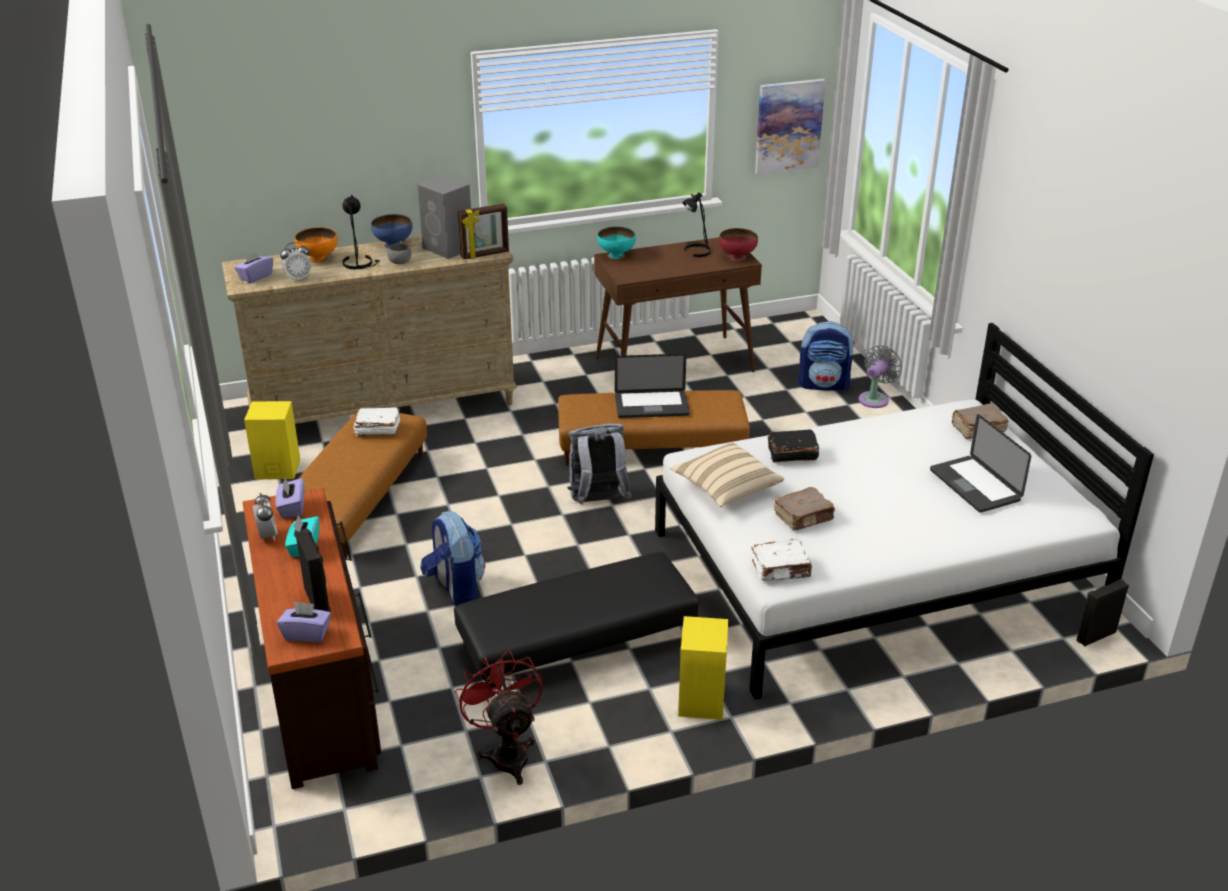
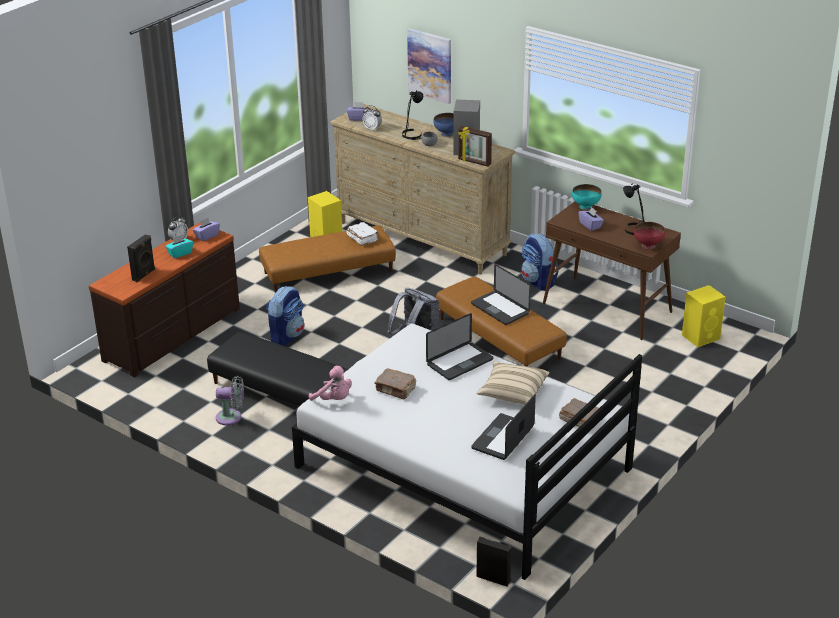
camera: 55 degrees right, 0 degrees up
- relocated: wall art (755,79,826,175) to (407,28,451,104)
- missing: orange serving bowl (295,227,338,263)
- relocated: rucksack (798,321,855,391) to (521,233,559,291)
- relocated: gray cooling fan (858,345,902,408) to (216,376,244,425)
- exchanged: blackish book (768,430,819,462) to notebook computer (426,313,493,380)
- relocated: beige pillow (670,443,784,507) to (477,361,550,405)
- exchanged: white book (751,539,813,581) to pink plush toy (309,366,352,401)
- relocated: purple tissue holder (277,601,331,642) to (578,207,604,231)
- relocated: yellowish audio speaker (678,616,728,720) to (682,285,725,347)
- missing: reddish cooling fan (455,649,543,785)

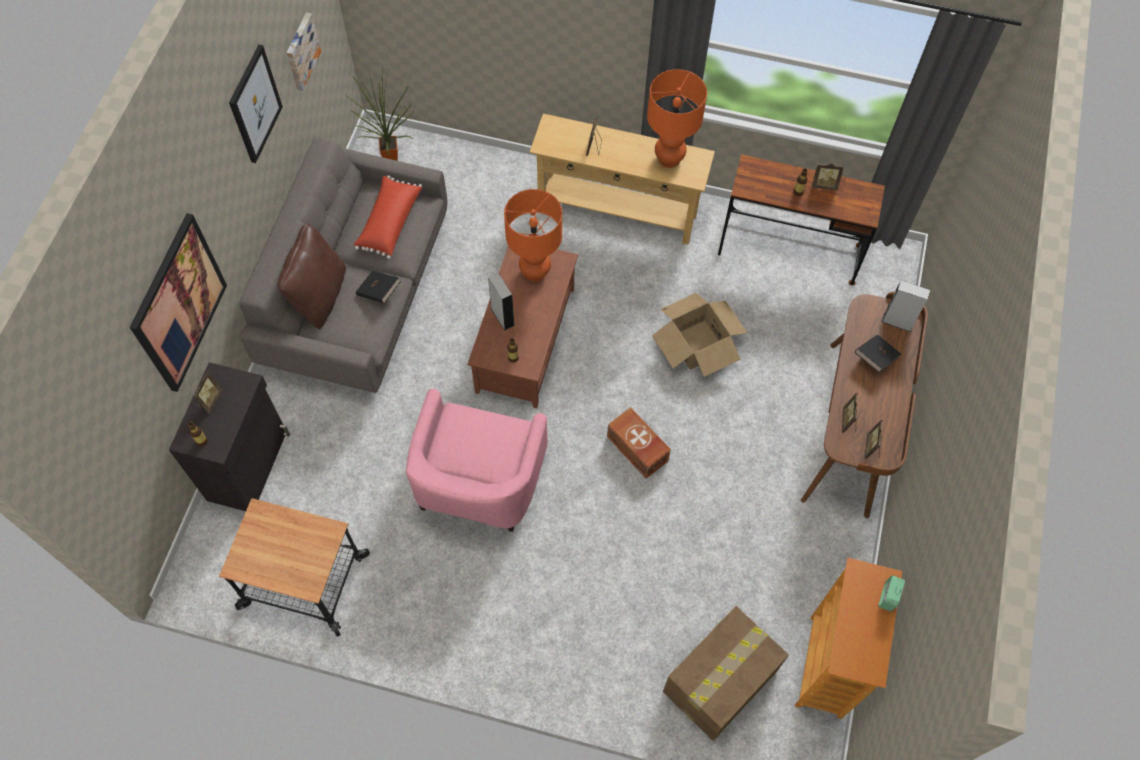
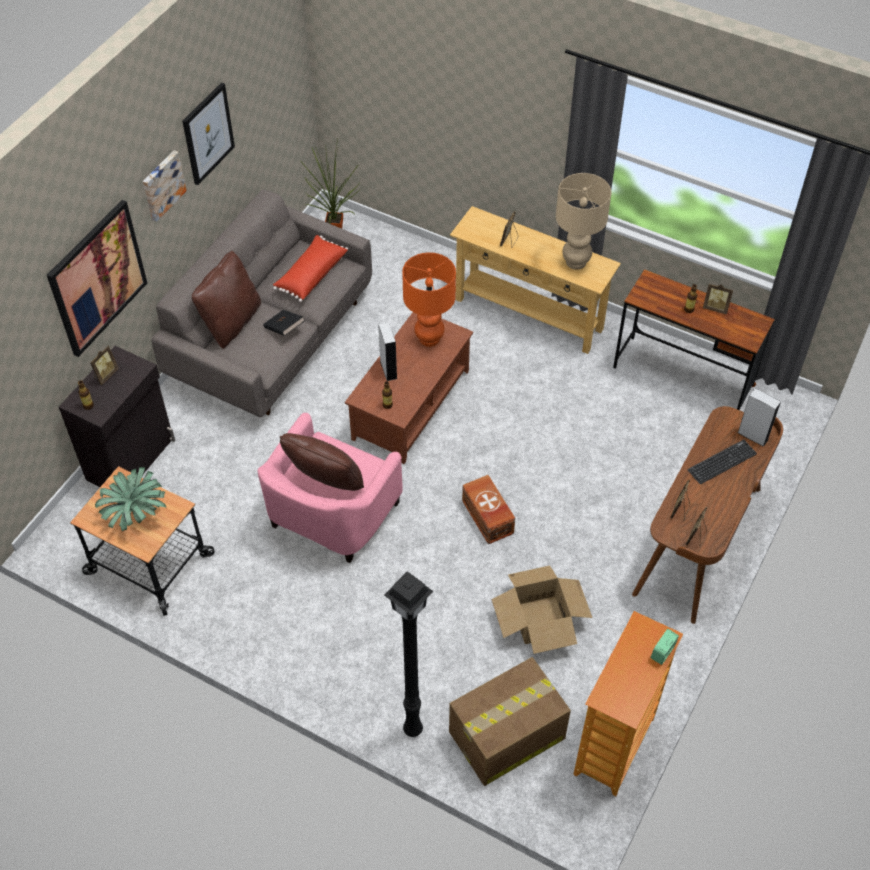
camera: 15 degrees right, 10 degrees down
- relocated: wall art (287,13,321,91) to (143,150,187,222)
- colour: orange table lamp (647,69,707,168) to beige table lamp (556,173,611,270)
- relocated: cardboard box (652,293,747,377) to (491,566,592,654)
- exchanged: blackish book (855,335,901,373) to keyboard (688,440,757,484)
- appeared: brown-coloured pillow (280,433,364,491)
- appeared: plant in a pot (95,467,167,531)
- appeared: blackish standard lamp (384,571,433,737)

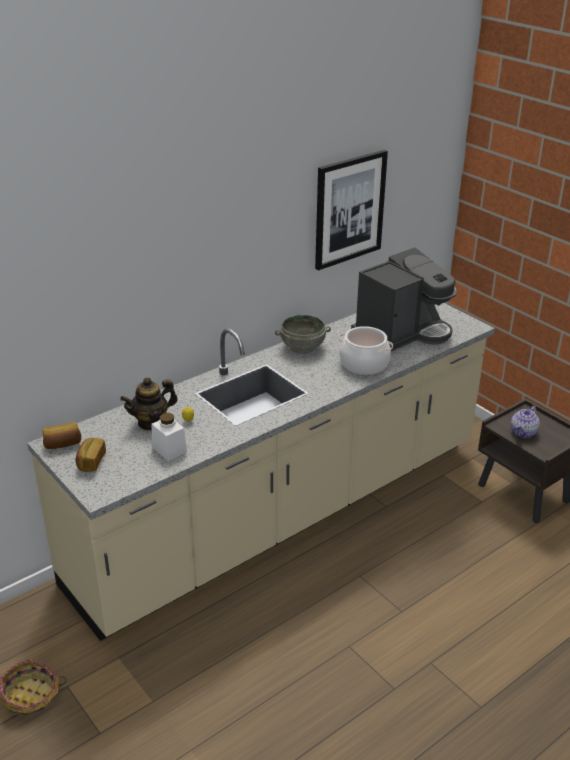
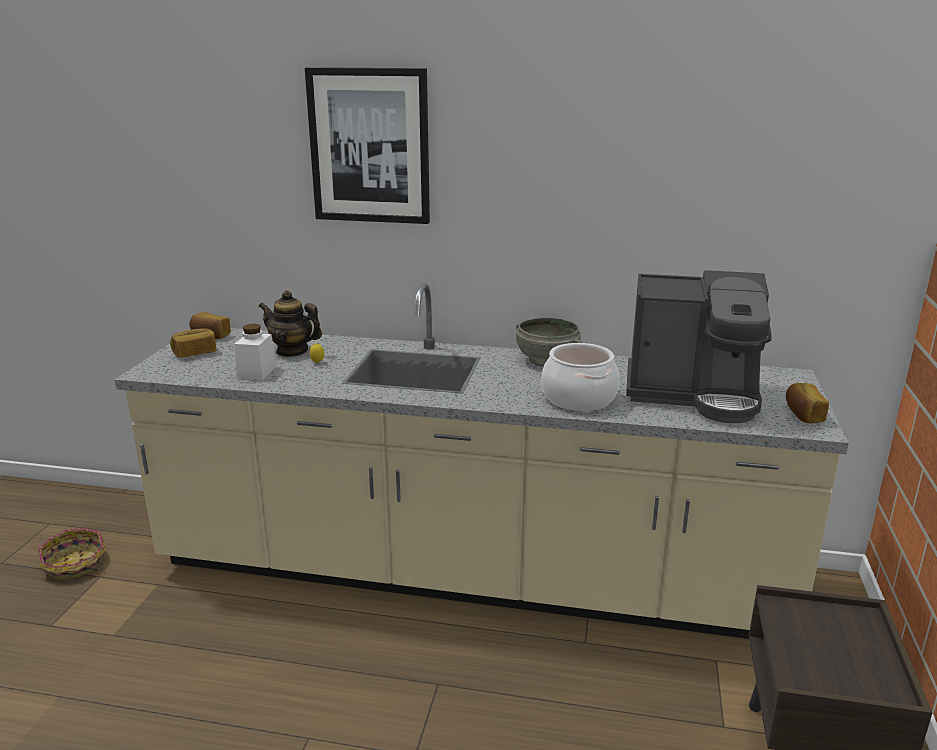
camera: 50 degrees right, 10 degrees down
- relocated: wall art (315,150,388,271) to (305,67,430,224)
- missing: pot for tea (511,406,540,438)
- appeared: bread (786,383,829,423)

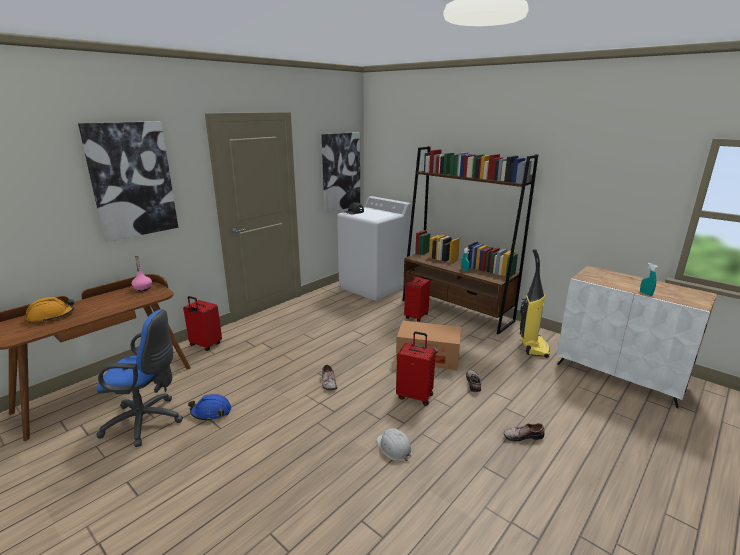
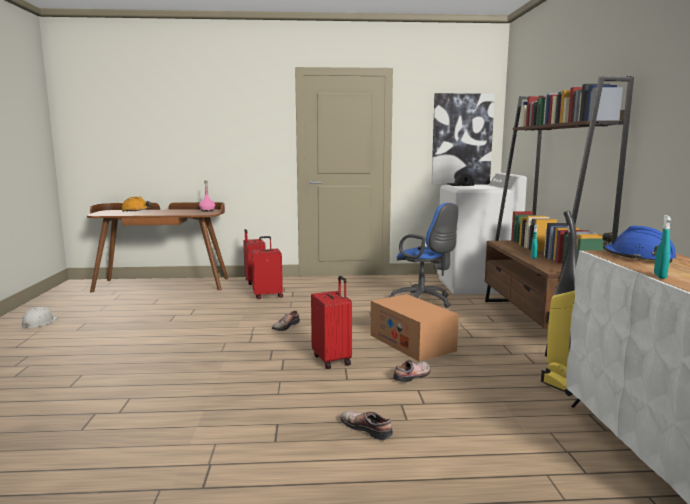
camera: 45 degrees right, 10 degrees down
- missing: wall art (78,121,178,242)
- relocated: reddish suitcase (404,269,430,322) to (251,236,283,299)
- relocated: blue computer chair (96,309,183,447) to (388,203,458,308)
- relocated: blue safety helmet (188,394,231,421) to (602,226,676,263)
- relocated: white safety helmet (376,428,412,461) to (21,307,58,328)

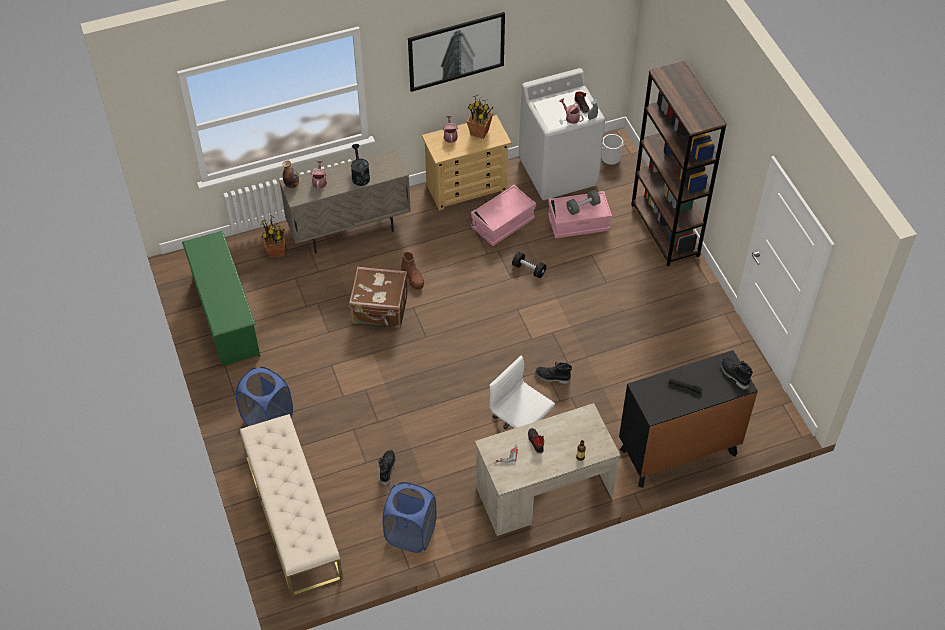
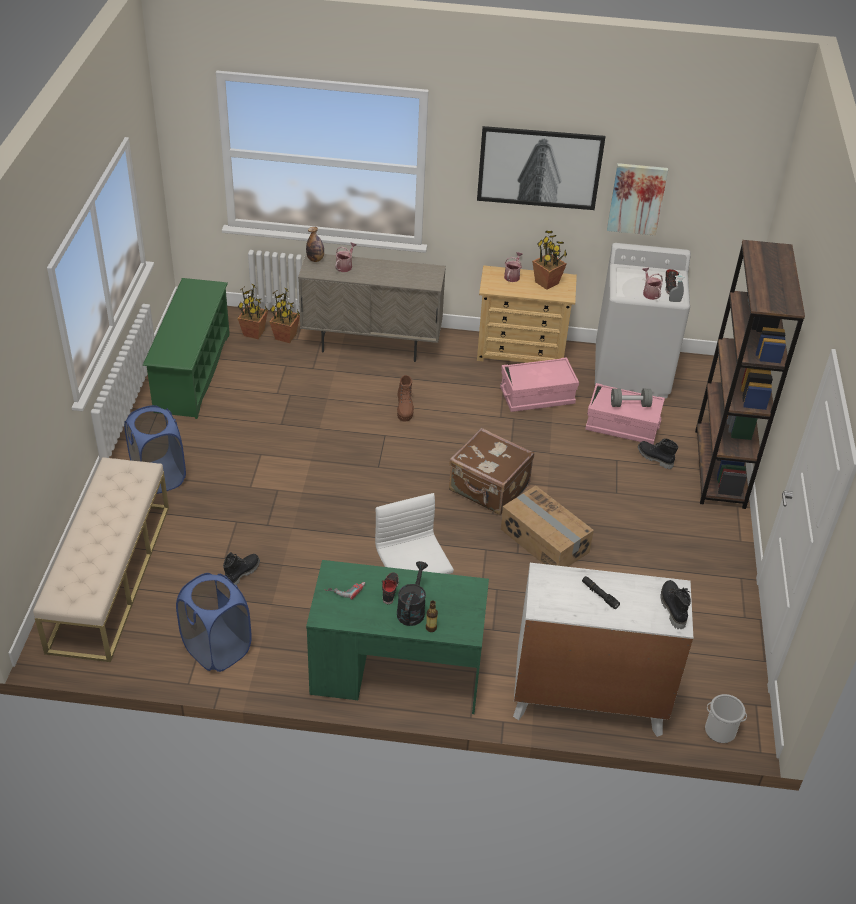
camera: 25 degrees right, 10 degrees down
- relocated: water bucket (601,134,625,165) to (705,694,747,743)
- relocated: blackish watering can (351,144,370,186) to (397,561,428,626)
- missing: blackish hand weight (512,252,547,278)
- relocated: brown-coloured suitcase (349,267,408,328) to (449,428,534,515)
- colour: blackish dresser (619,350,758,488) to white dresser (513,563,693,737)
- relocated: blackish tall boot (535,362,572,384) to (638,438,678,469)
- colour: beige desk unit (475,403,621,536) to green-coloured desk unit (306,560,489,714)
- appeared: wall art (607,163,668,236)
- appeared: plant in a pot (238,283,268,339)
- appeared: cardboard box (501,486,594,567)

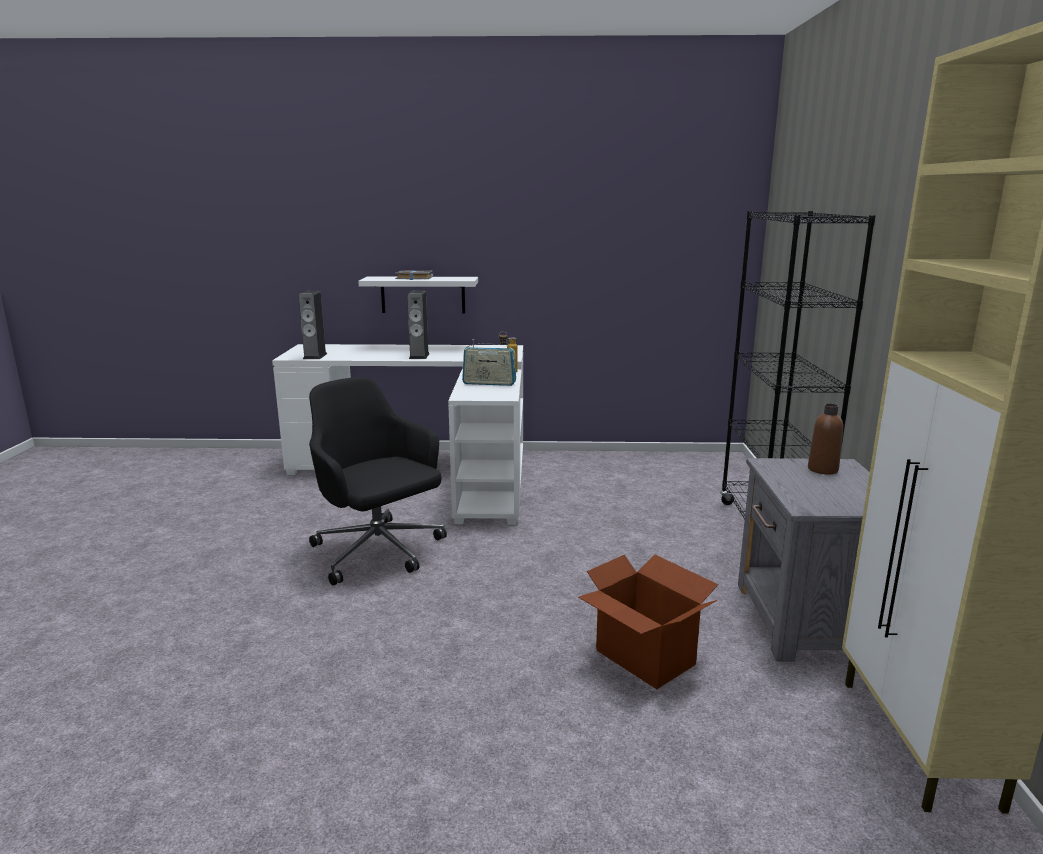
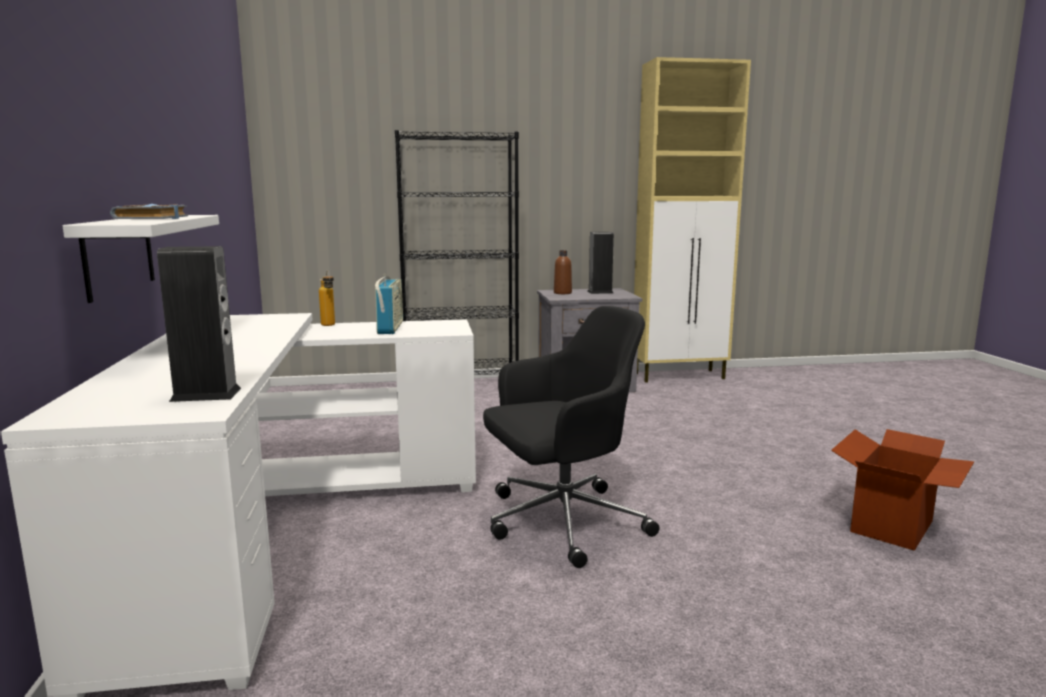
camera: 100 degrees left, 5 degrees down
- relocated: audio speaker (407,290,430,359) to (587,232,614,294)
- spun: blackish computer chair (309,377,447,585) = (483,306,659,568) 150 degrees counterclockwise
- relocated: cardboard box (578,554,718,689) to (831,429,974,551)

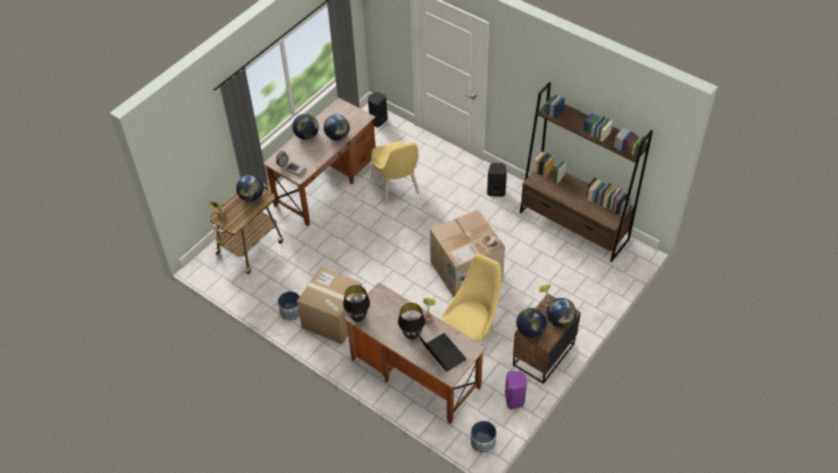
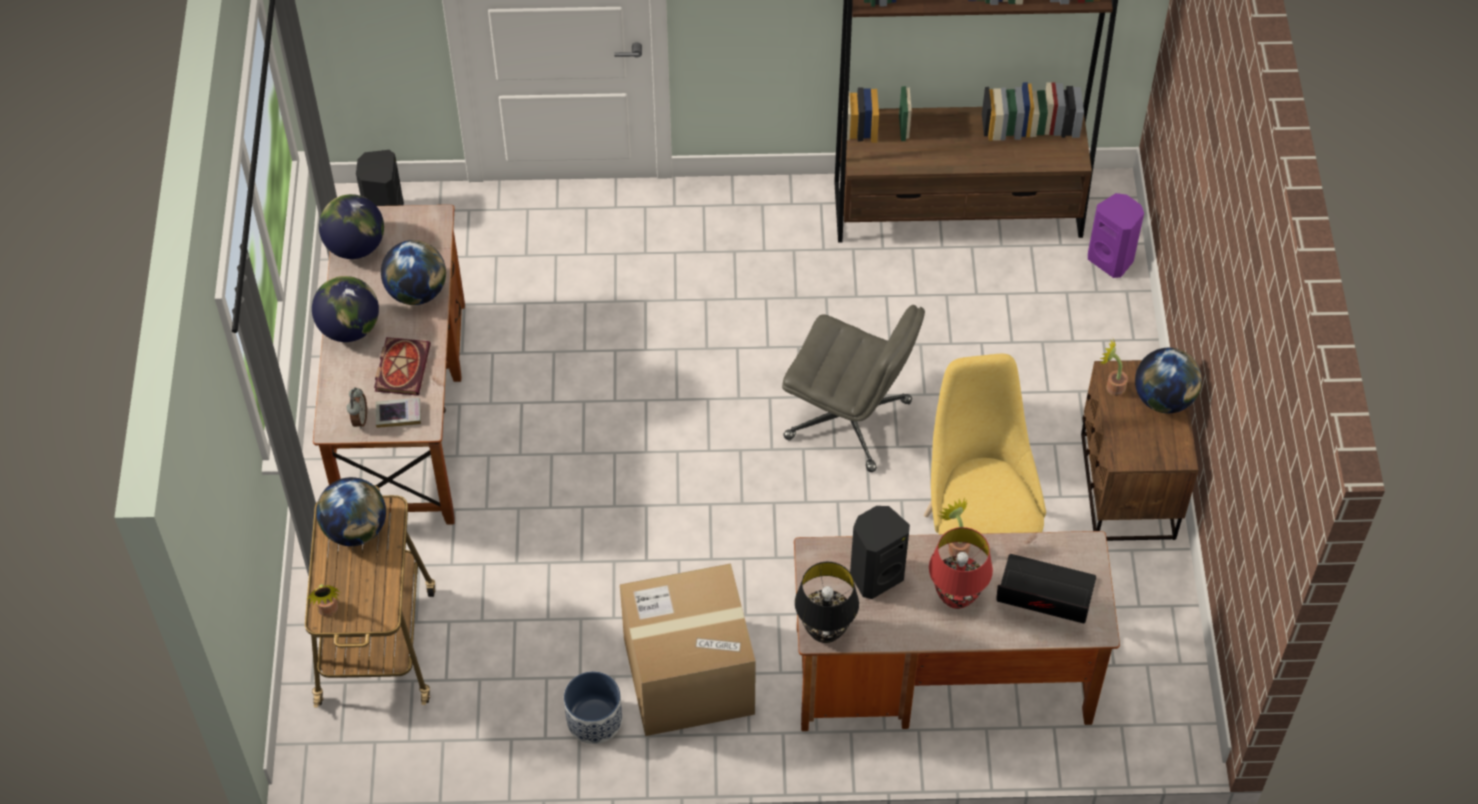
camera: 40 degrees left, 5 degrees up
- missing: yellowish upright chair (371,141,419,204)
- relocated: blackish audio speaker (487,163,507,197) to (850,506,910,599)
- exchanged: cardboard box (430,210,505,297) to gray computer chair (782,305,925,472)
- colour: blackish table lamp (398,303,425,340) to reddish table lamp (929,527,993,609)
- relocated: desk globe (516,307,547,338) to (319,194,384,259)
- relocated: purple audio speaker (505,371,527,410) to (1088,193,1144,278)
- missing: planter (471,421,496,454)
- appeared: book (374,337,431,396)

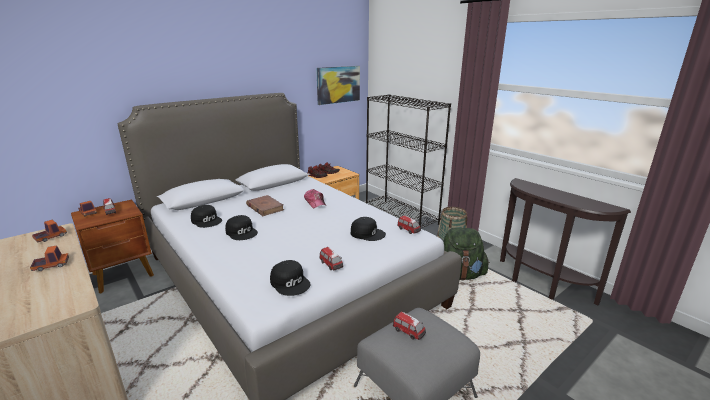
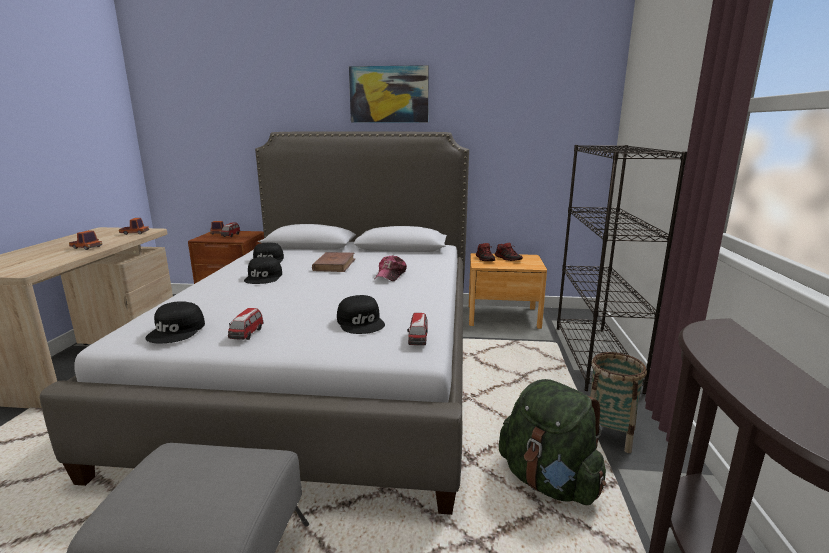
camera: 45 degrees right, 5 degrees down
- relocated: wall art (316,66,360,105) to (349,65,429,123)
- missing: model car (393,311,426,340)

